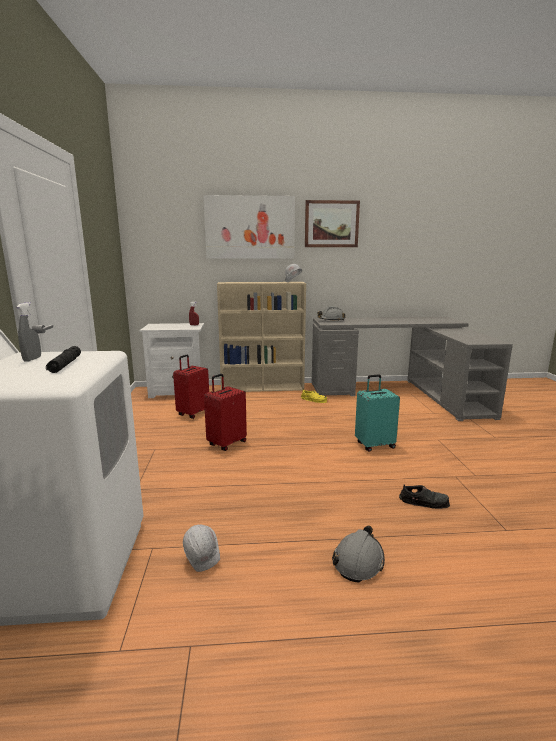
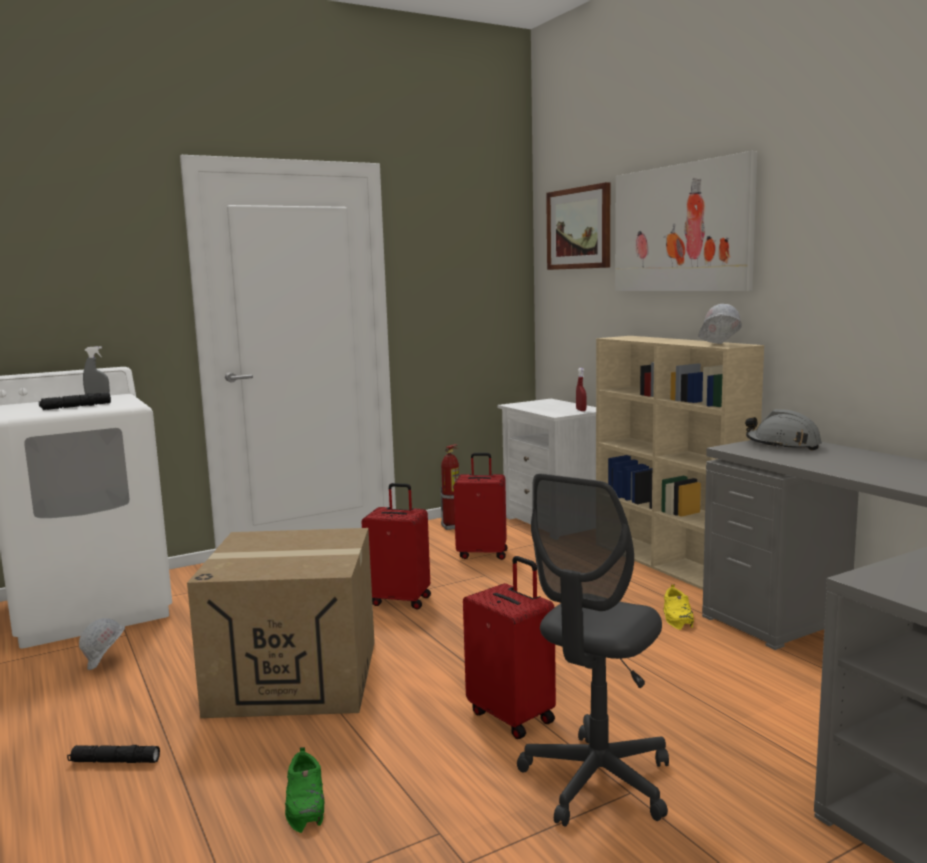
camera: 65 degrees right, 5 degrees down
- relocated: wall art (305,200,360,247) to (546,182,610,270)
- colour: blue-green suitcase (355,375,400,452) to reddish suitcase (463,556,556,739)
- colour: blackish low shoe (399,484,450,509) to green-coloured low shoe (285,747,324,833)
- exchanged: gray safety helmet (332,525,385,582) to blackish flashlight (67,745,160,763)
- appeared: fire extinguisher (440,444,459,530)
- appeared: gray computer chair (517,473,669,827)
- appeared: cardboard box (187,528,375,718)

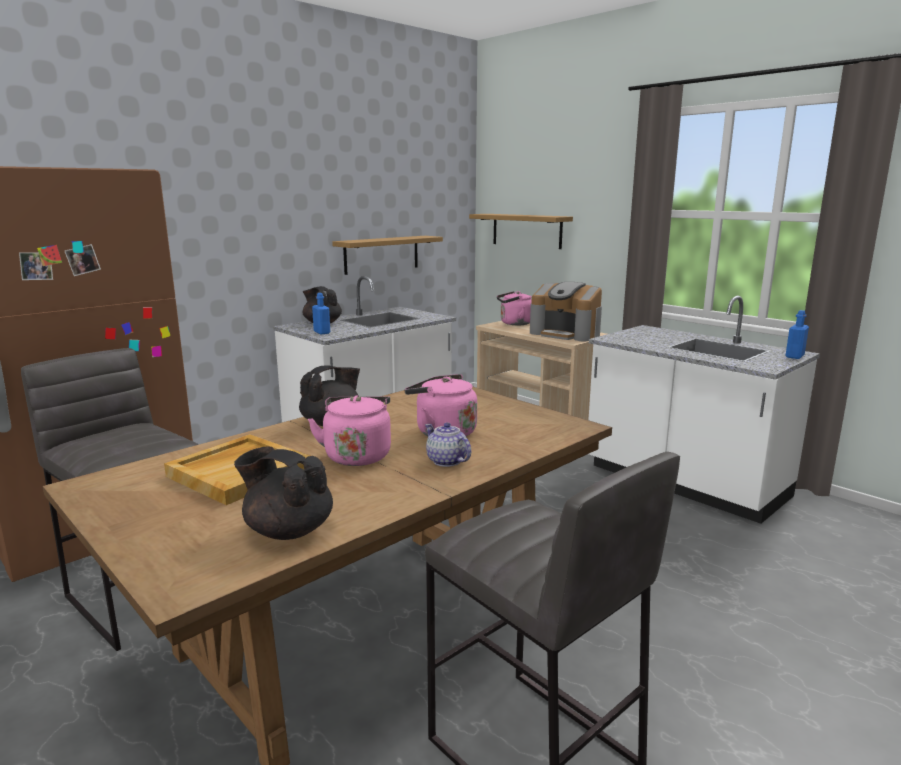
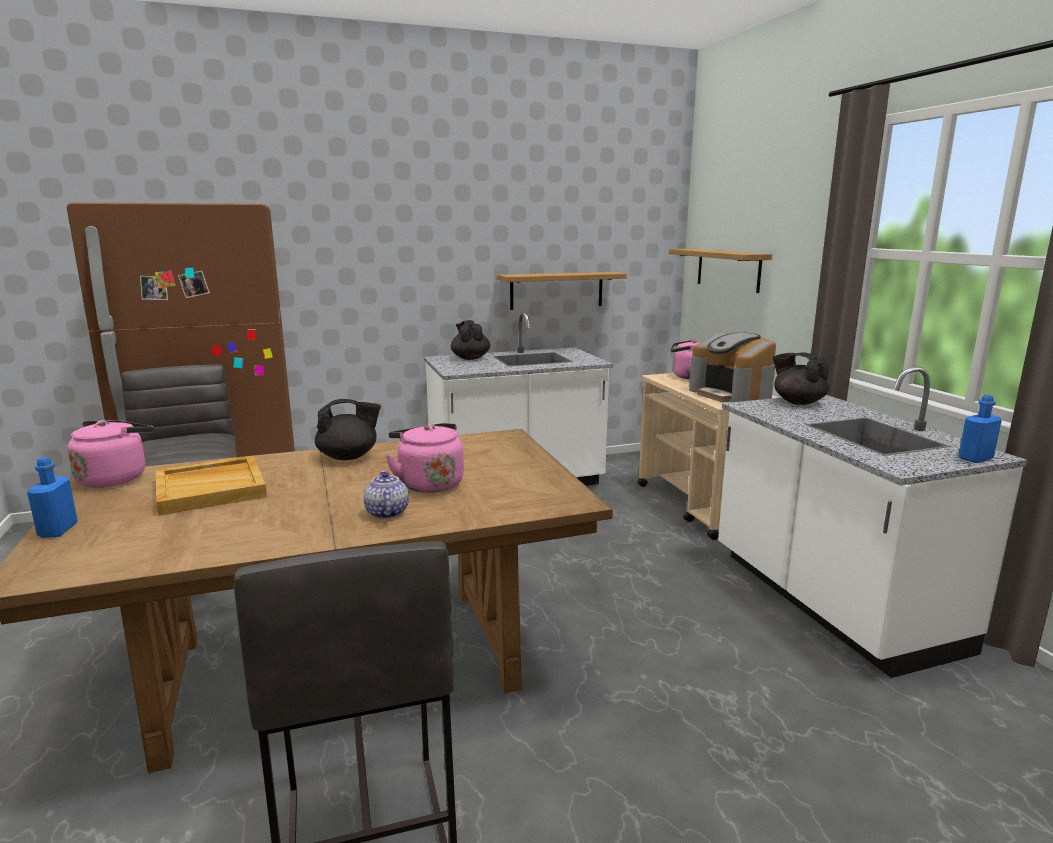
camera: 25 degrees right, 0 degrees up
- relocated: blue beverage bottle (312,293,330,334) to (27,457,78,538)
- relocated: pink water kettle (308,395,391,466) to (67,420,154,488)
- relocated: blackish pot for tea (234,447,333,540) to (773,352,829,405)

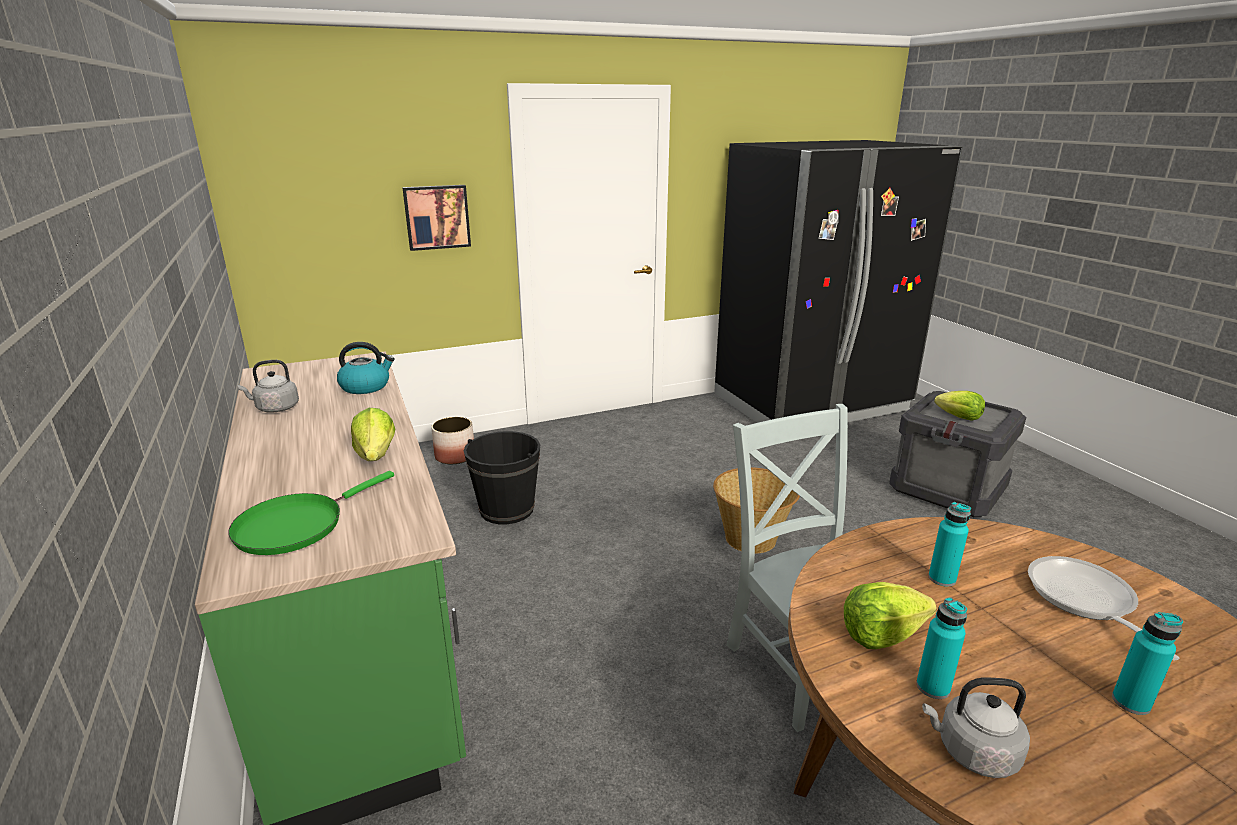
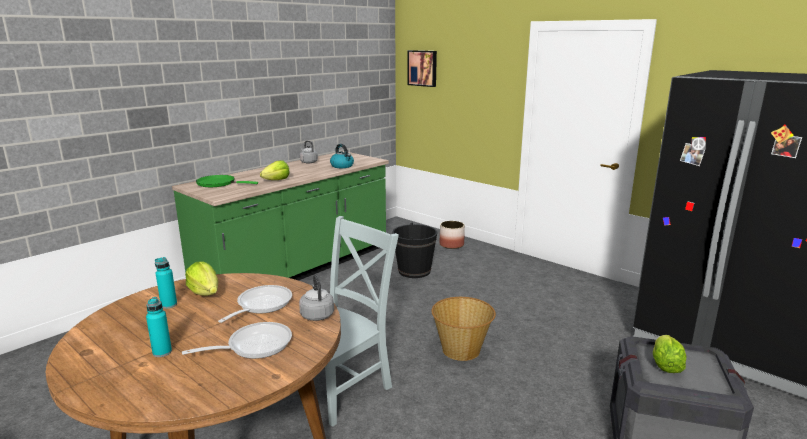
camera: 65 degrees right, 5 degrees down
- relocated: wall art (402,185,471,251) to (407,50,437,87)
- exchanged: blue-green beverage bottle (928,502,971,587) to frying pan (218,285,292,323)
- relocated: gray water kettle (922,678,1030,778) to (299,275,334,321)

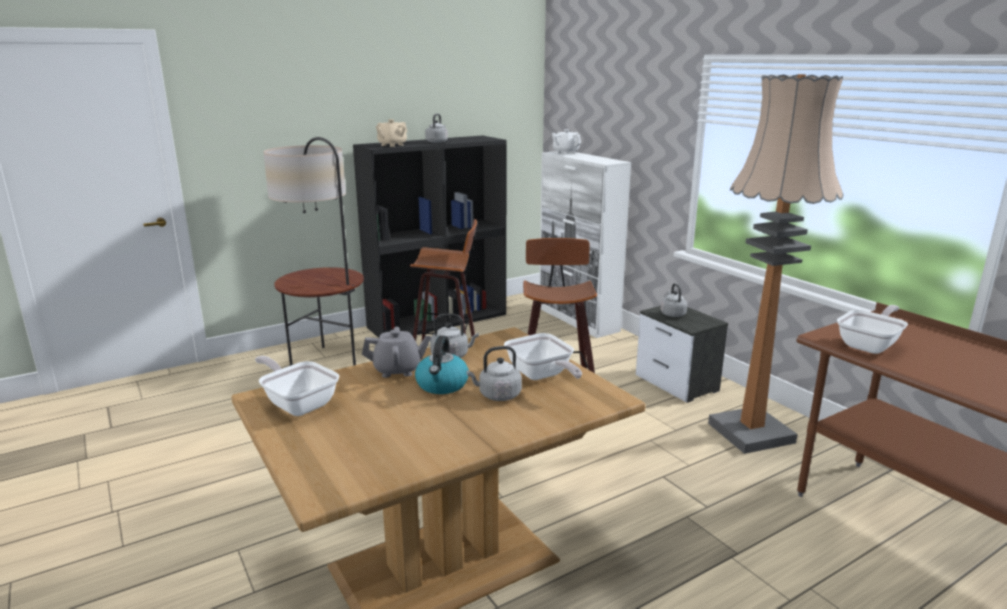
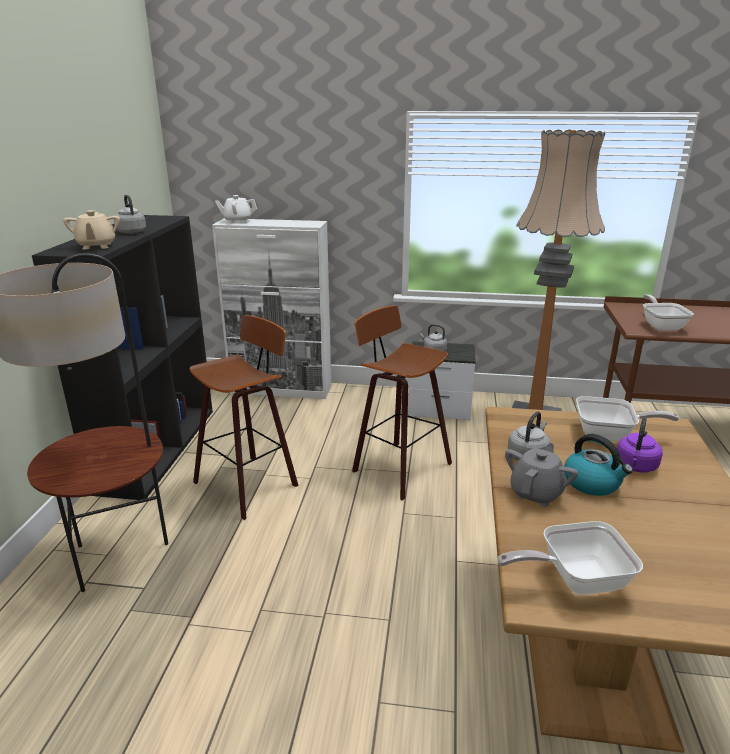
camera: 50 degrees left, 5 degrees up
- colour: gray water kettle (466,346,522,401) to purple water kettle (617,417,663,472)

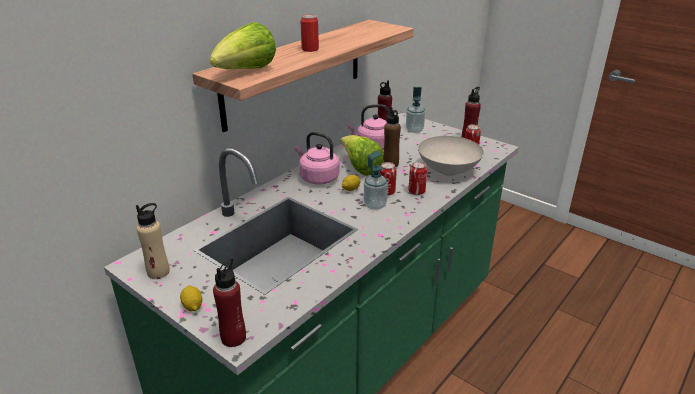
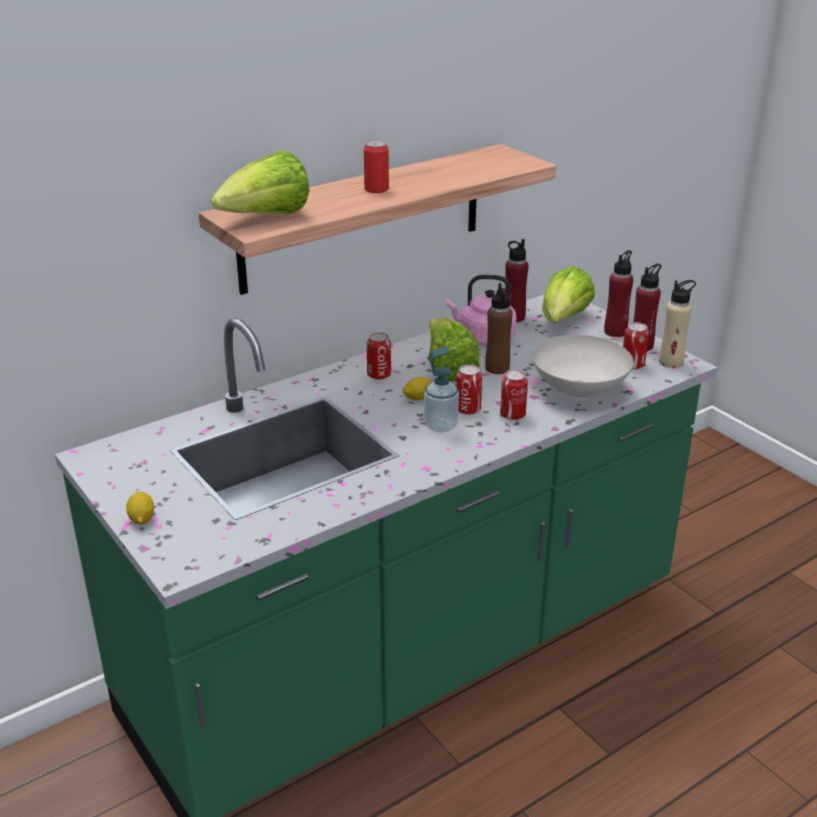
camera: 15 degrees right, 0 degrees up
- exchanged: soap bottle (406,87,425,133) to lettuce head (542,266,595,323)
- exchanged: pink water kettle (295,132,340,185) to sealed can (367,332,391,380)
- relocated: beige beverage bottle (136,203,170,279) to (659,280,696,368)
- relocated: reddish beverage bottle (213,258,246,347) to (604,250,633,337)

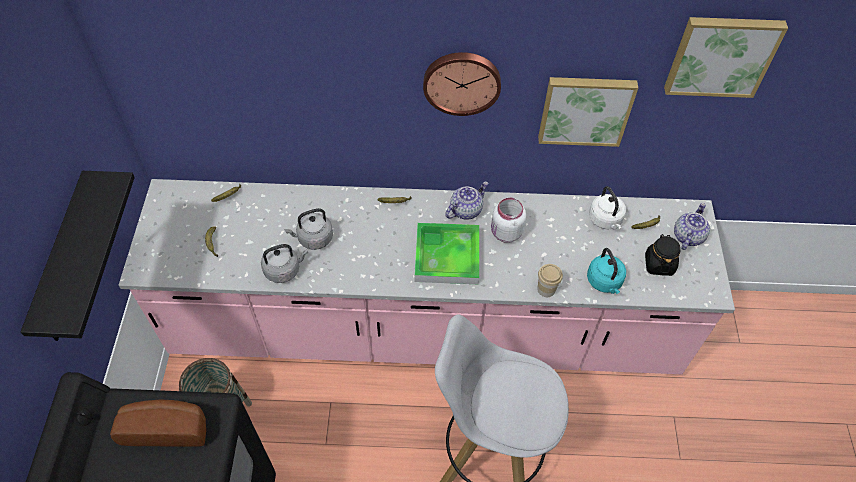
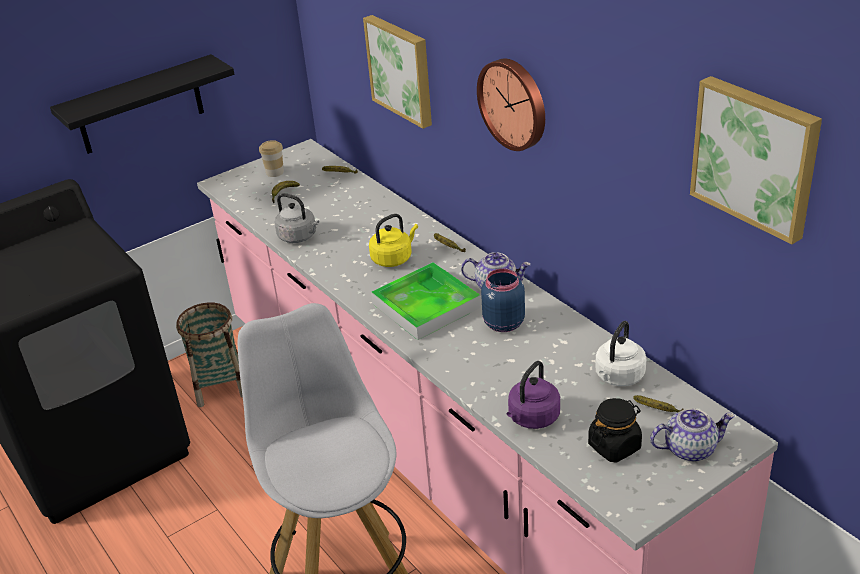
camera: 55 degrees right, 20 degrees down
- relocated: wall art (538,77,638,147) to (363,15,432,129)
- colour: white jar (491,198,526,243) to blue jar (481,269,525,332)
- missing: gray water kettle (285,208,333,250)
- colour: blue-green water kettle (587,248,626,294) to purple water kettle (507,361,560,429)
- relocated: drinking cup (537,264,563,297) to (259,140,284,177)
- missing: bread (110,399,206,447)
- appeared: yellowish water kettle (369,214,418,267)

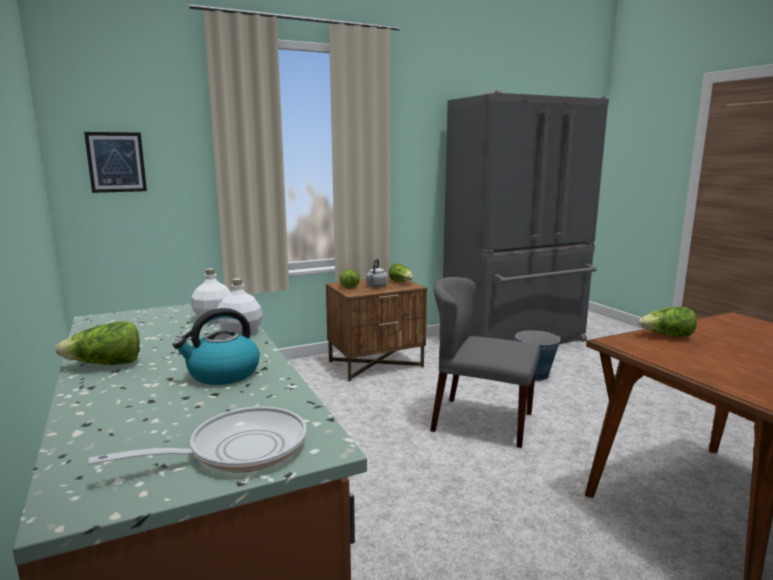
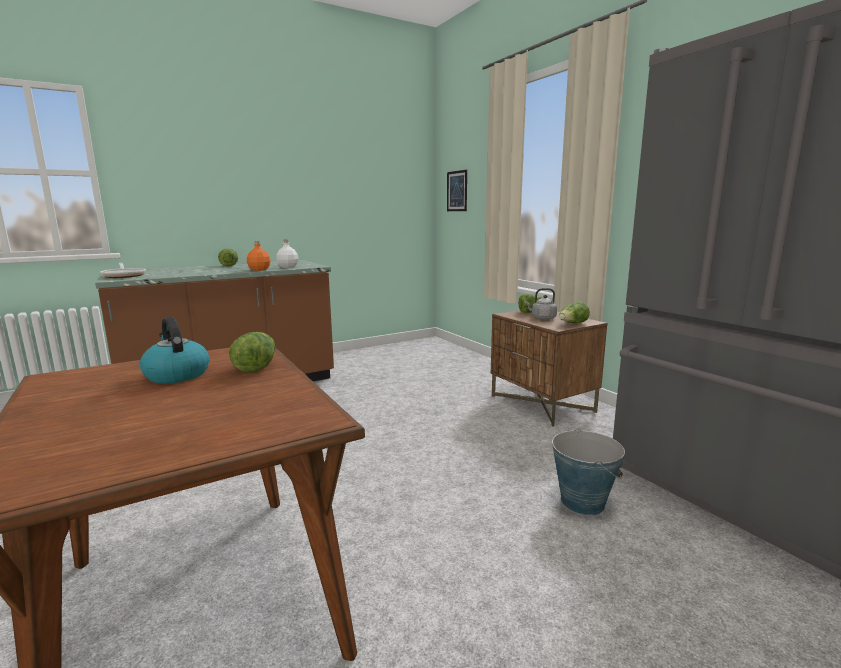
camera: 85 degrees right, 0 degrees up
- missing: gray upright chair (430,277,540,448)
- colour: white beverage bottle (217,278,263,334) to orange beverage bottle (247,241,271,271)
- relocated: water kettle (173,308,260,385) to (140,317,210,383)

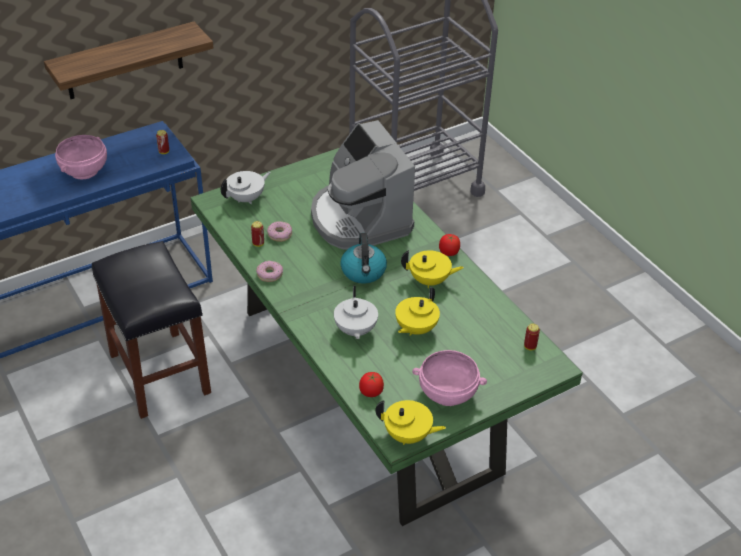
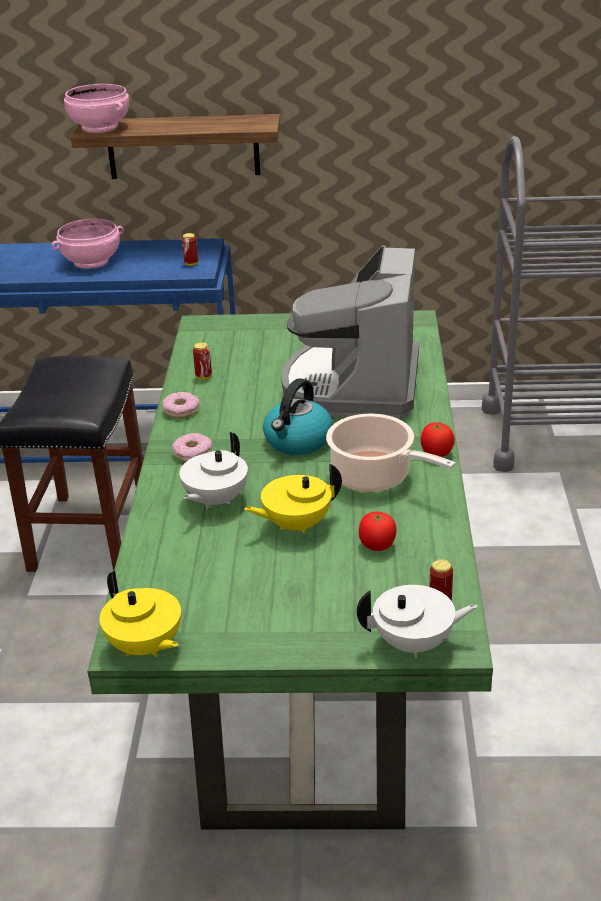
camera: 35 degrees right, 10 degrees down
- relocated: white pot for tea (221,171,271,204) to (357,585,478,658)
- relocated: ring doughnut (267,221,292,242) to (172,433,212,462)
- exchanged: yellowish pot for tea (401,250,464,288) to stockpot (326,414,456,492)
- relocated: pink serving bowl (412,350,487,406) to (64,84,129,133)
- relocated: fresh tomato (359,372,384,397) to (359,512,397,551)

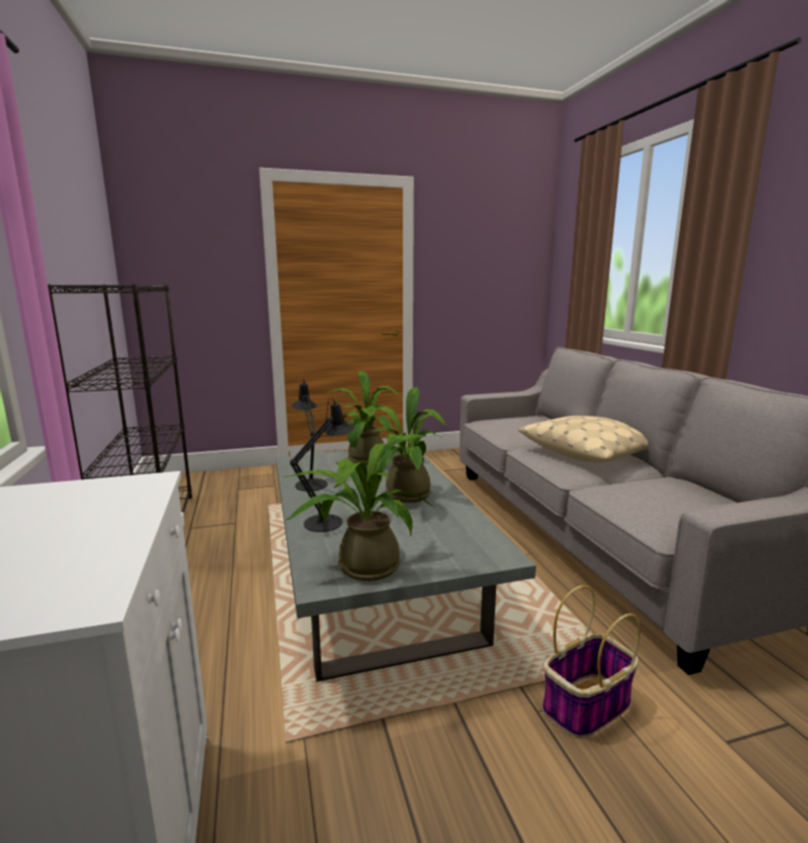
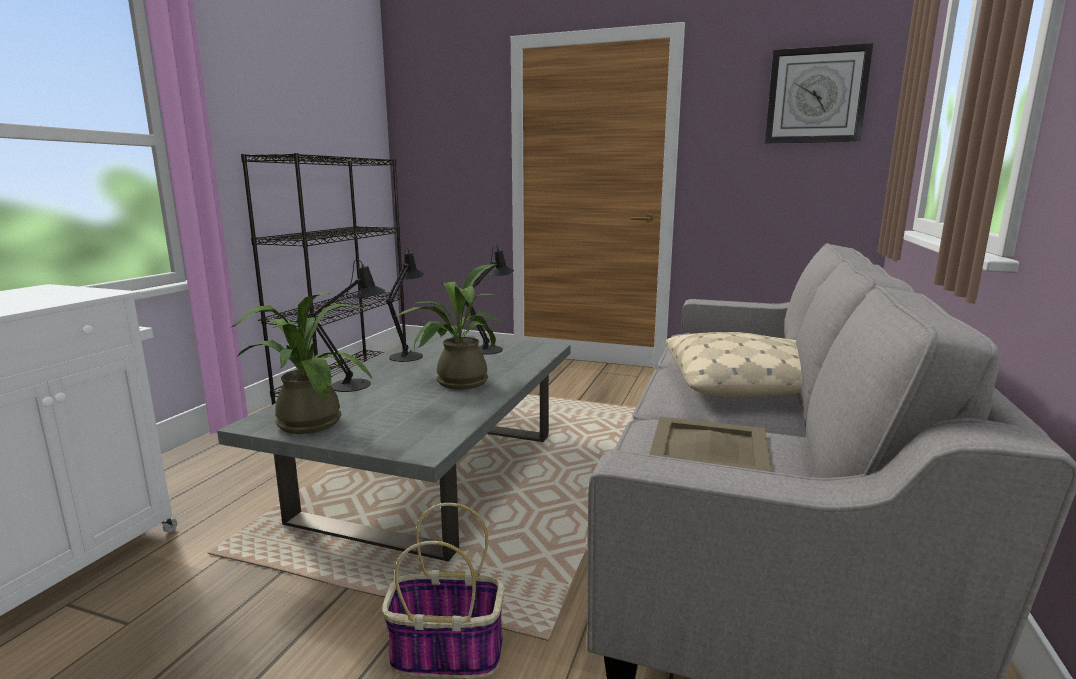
camera: 35 degrees right, 0 degrees up
- exchanged: plant in a pot (326,370,401,466) to blackish table lamp (466,245,514,355)
- appeared: hanging clock (765,43,873,144)
- appeared: beige tray (649,417,772,472)

